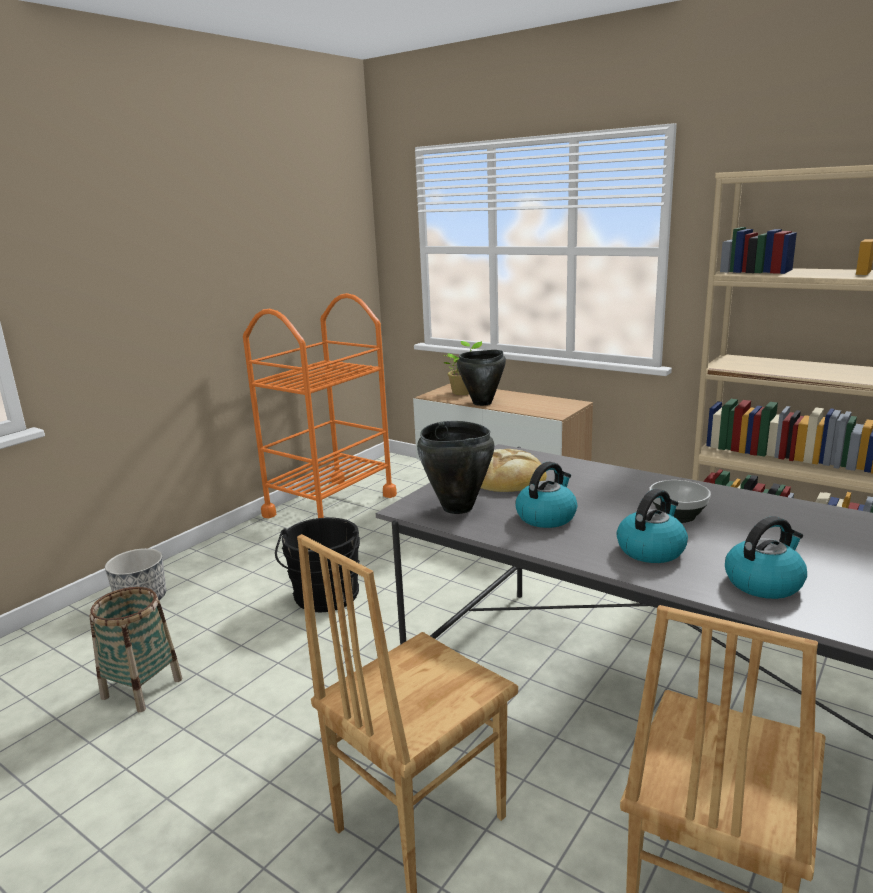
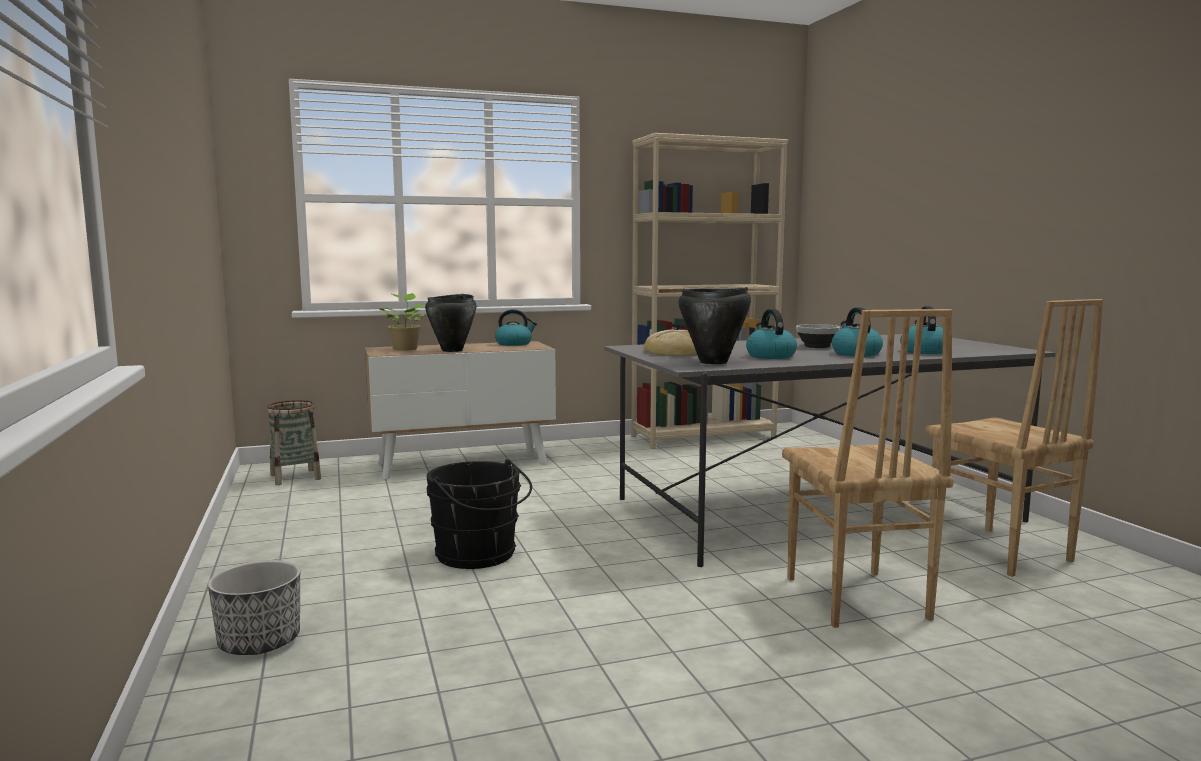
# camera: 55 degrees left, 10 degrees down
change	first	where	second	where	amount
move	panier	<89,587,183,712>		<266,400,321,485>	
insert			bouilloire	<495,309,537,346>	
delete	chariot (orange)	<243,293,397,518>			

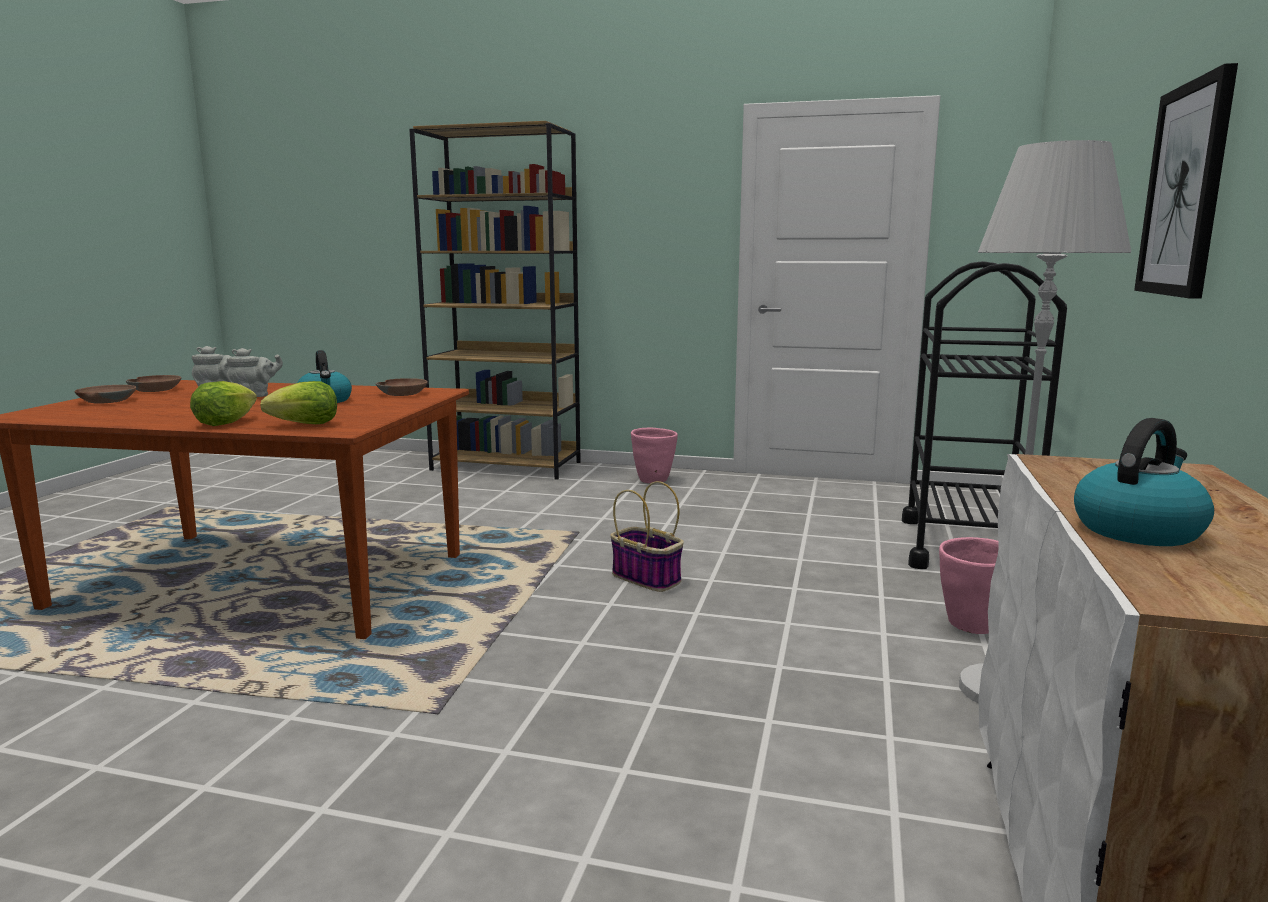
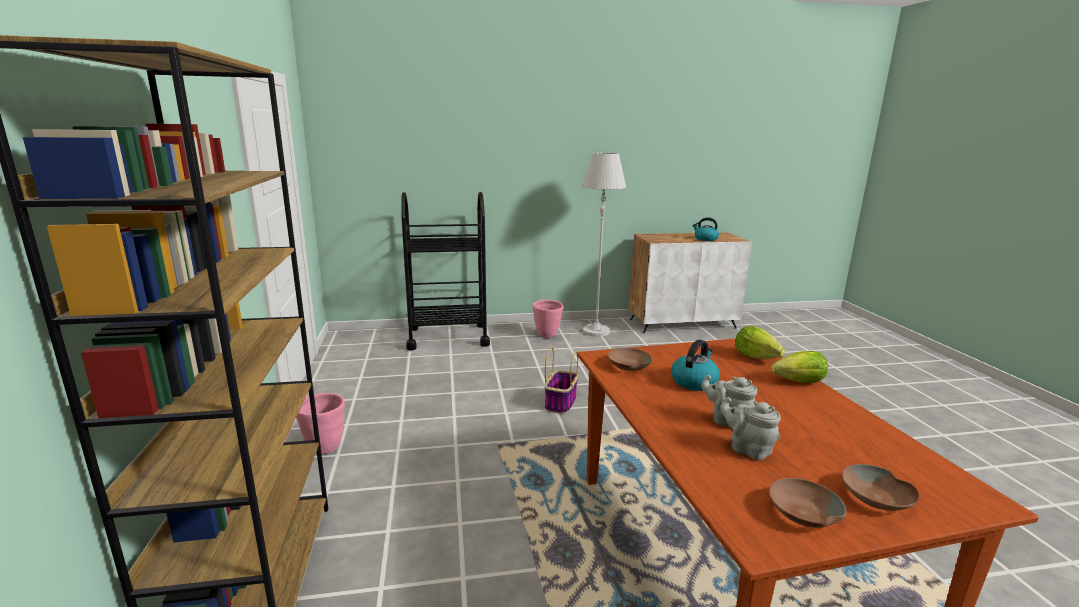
# camera: 115 degrees left, 5 degrees up
change	first	where	second	where	amount
delete	tableau	<1134,63,1238,299>			

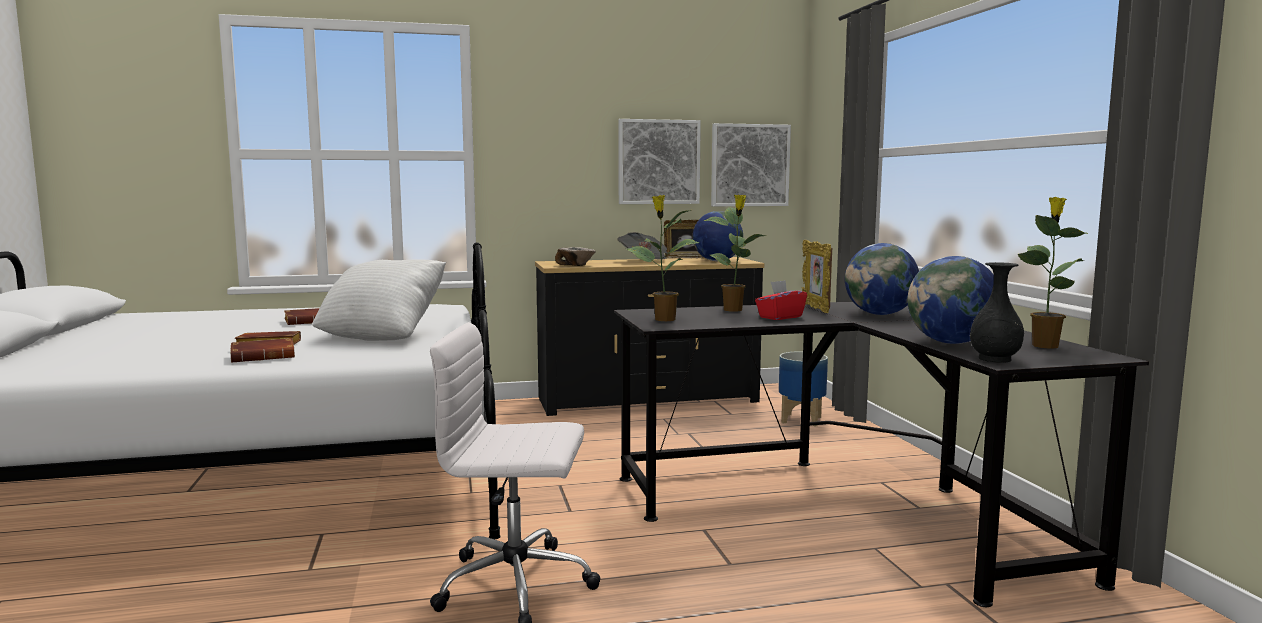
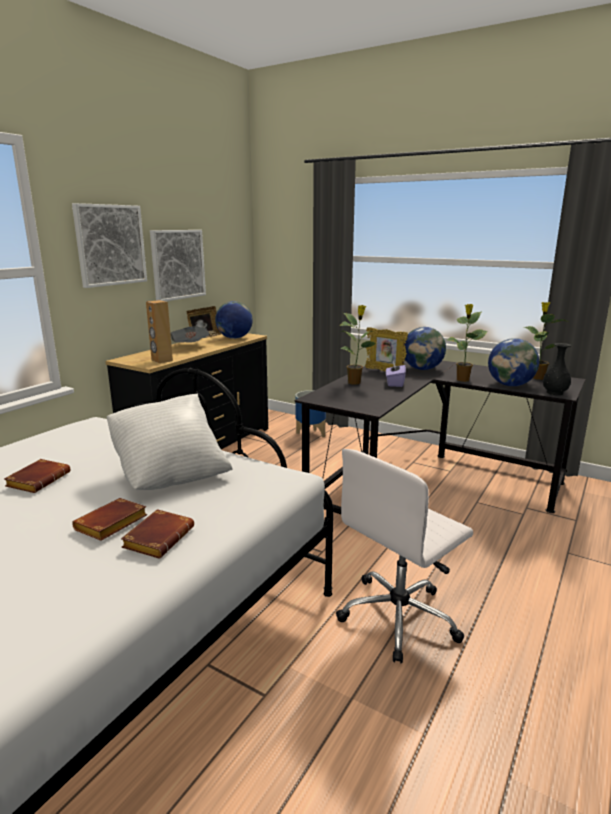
# camera: 45 degrees left, 10 degrees up
change	first	where	second	where	amount
move	tableau	<711,123,791,206>		<72,203,147,288>	
replace	bol	<555,247,596,266>	enceinte (marron)	<146,300,173,363>	
recolor	boîte à mouchoirs (rouge)	<755,280,807,320>	boîte à mouchoirs (violet)	<386,359,406,387>	
move	plante en pot	<626,195,700,321>		<447,304,487,382>	

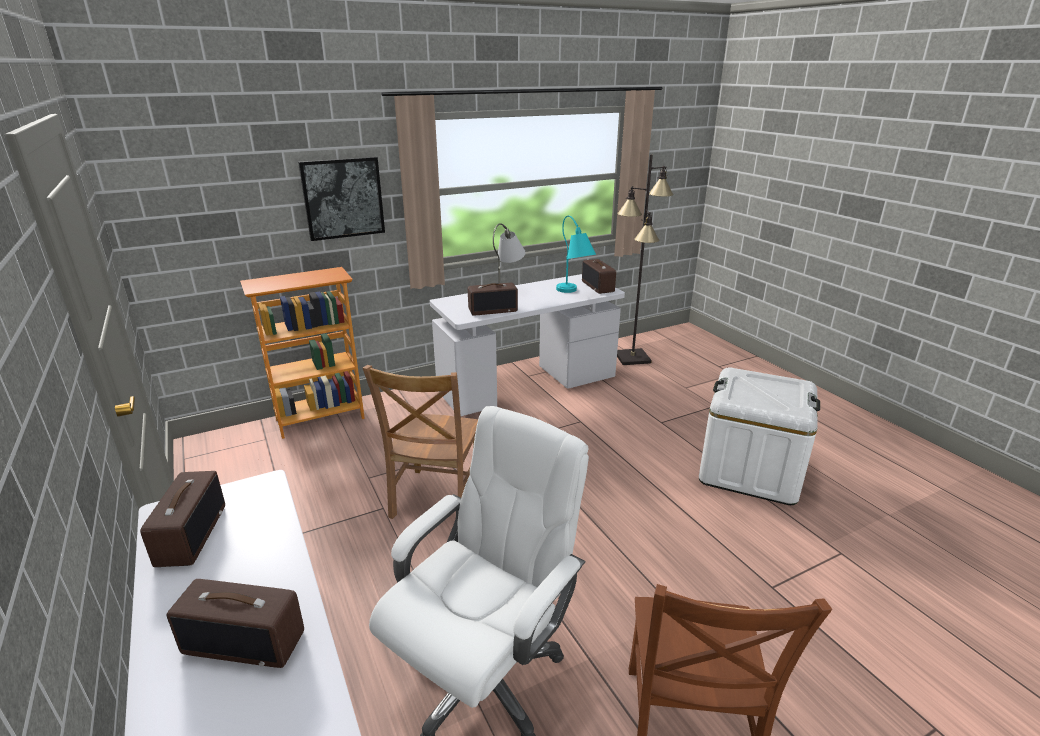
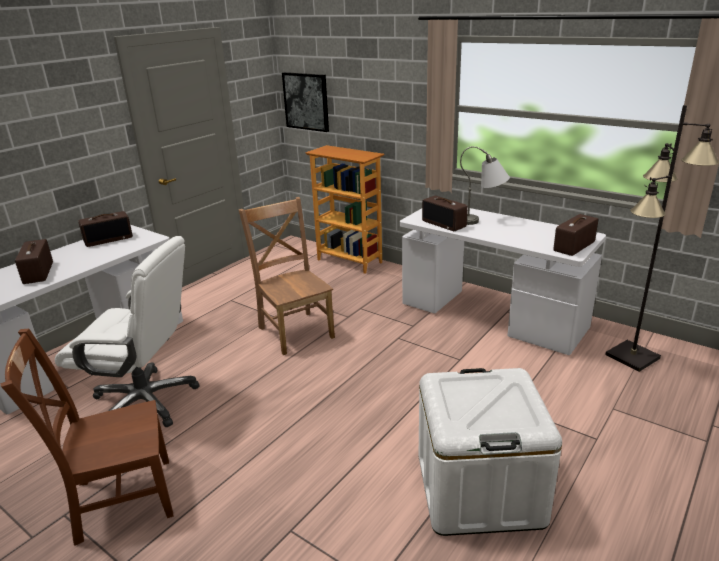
# camera: 65 degrees right, 0 degrees up
change	first	where	second	where	amount
rotate	chaise (marron)	<363,365,478,519>		<239,197,335,355>	75 degrees clockwise
move	tableau	<298,157,385,241>		<282,72,329,132>	
delete	lampe de table (turquoise)	<556,215,596,293>			

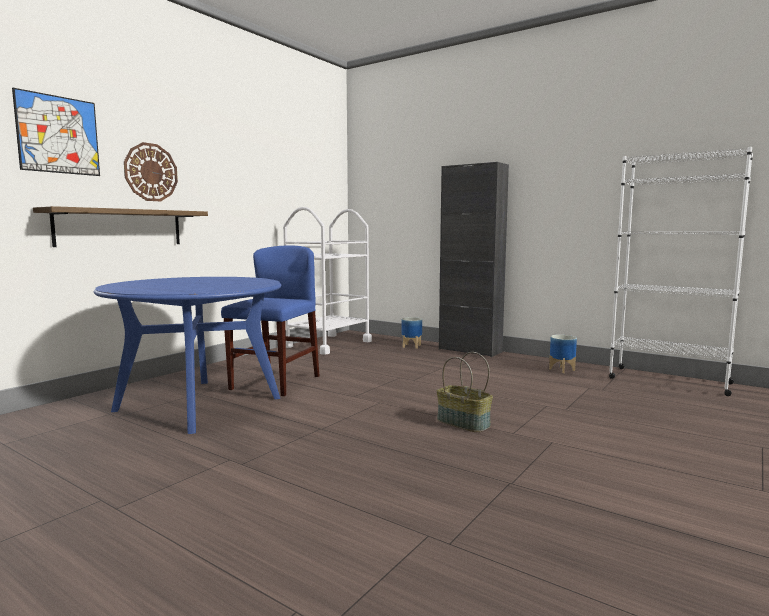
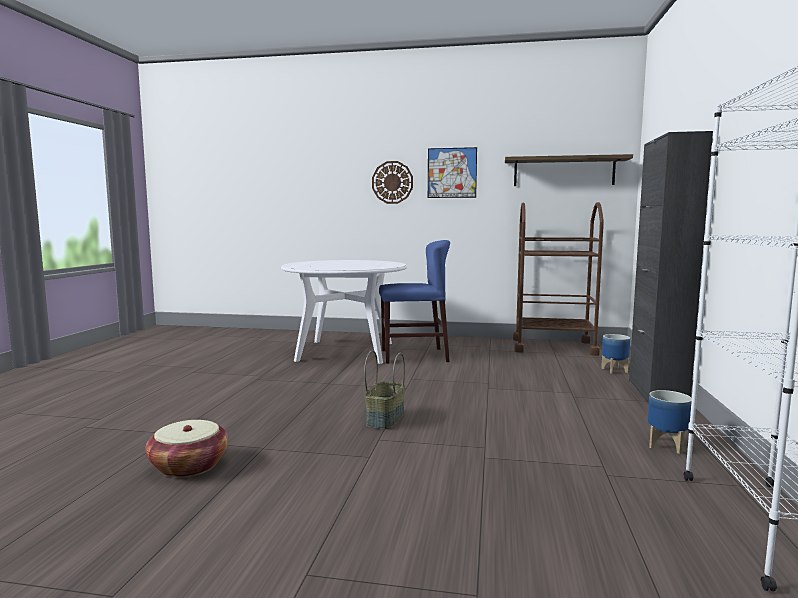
# camera: 65 degrees right, 0 degrees up
change	first	where	second	where	amount
insert			panier	<145,420,229,478>	
recolor	table à manger (bleu)	<94,277,281,434>	table à manger (blanc)	<281,260,407,364>	
move	tableau	<12,88,100,176>		<428,147,477,198>	
move	étagère	<33,206,208,247>		<505,154,633,186>	
recolor	chariot (blanc)	<283,207,372,355>	chariot (marron)	<513,202,604,356>	

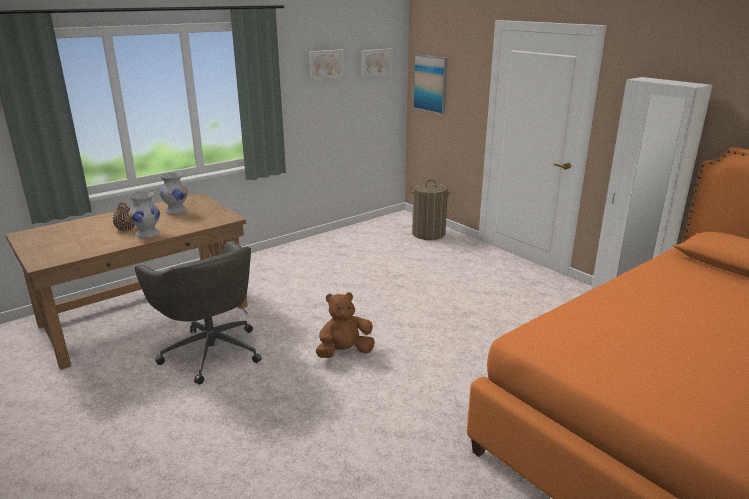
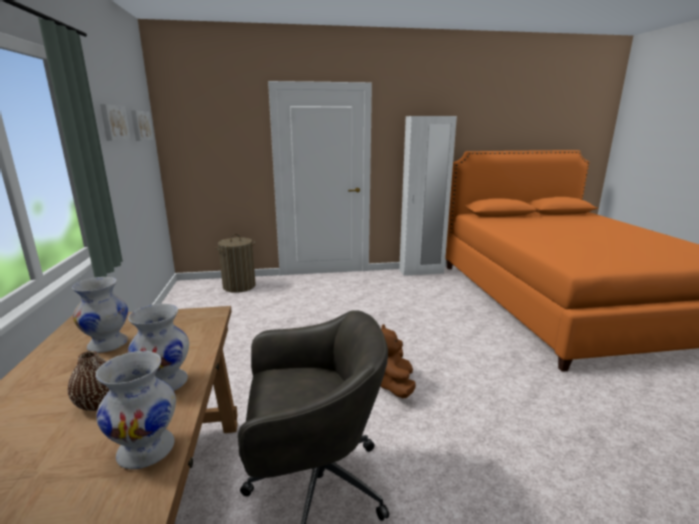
# camera: 60 degrees left, 5 degrees down
change	first	where	second	where	amount
insert			vase (blanc)	<96,351,176,469>	
delete	tableau	<413,54,448,115>			

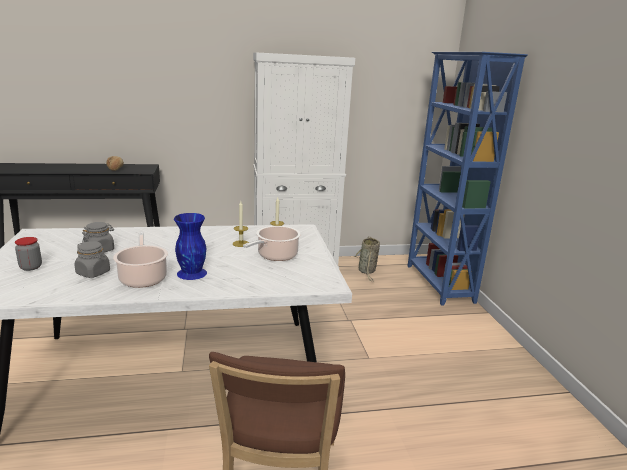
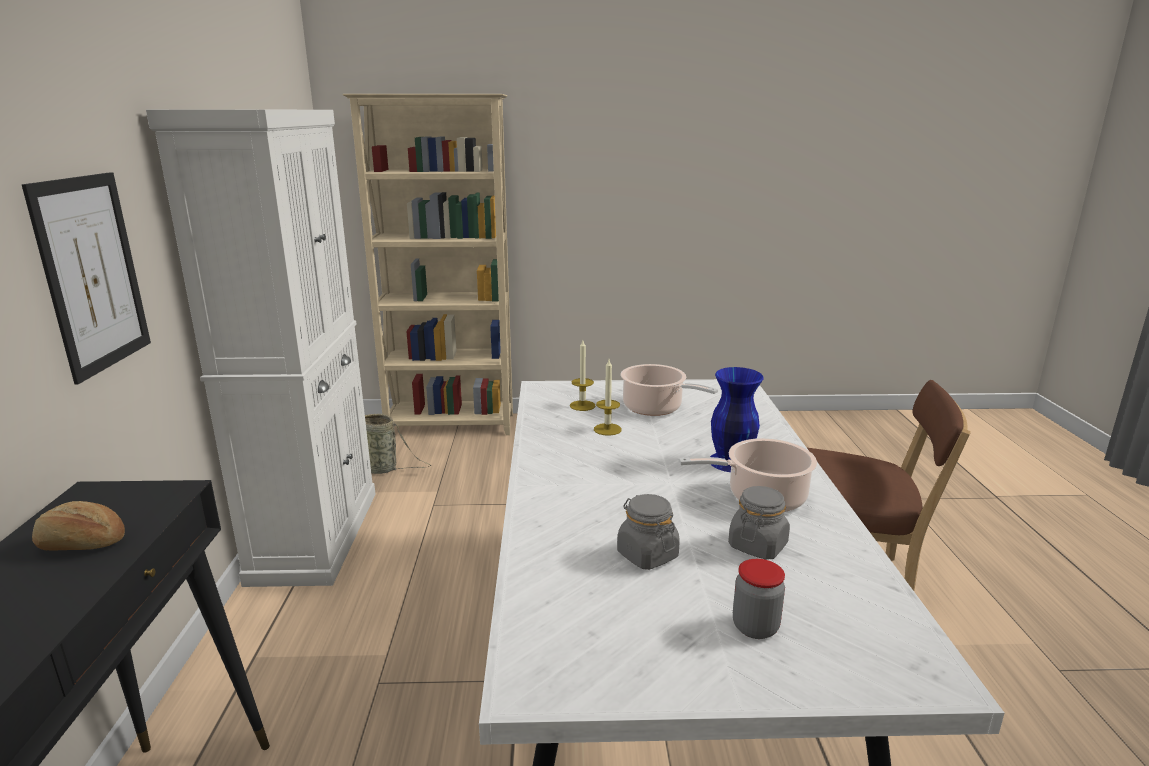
# camera: 80 degrees left, 0 degrees up
change	first	where	second	where	amount
insert			tableau	<22,172,151,384>	
recolor	bibliothèque (bleu)	<407,52,528,306>	bibliothèque (beige)	<343,94,513,435>	

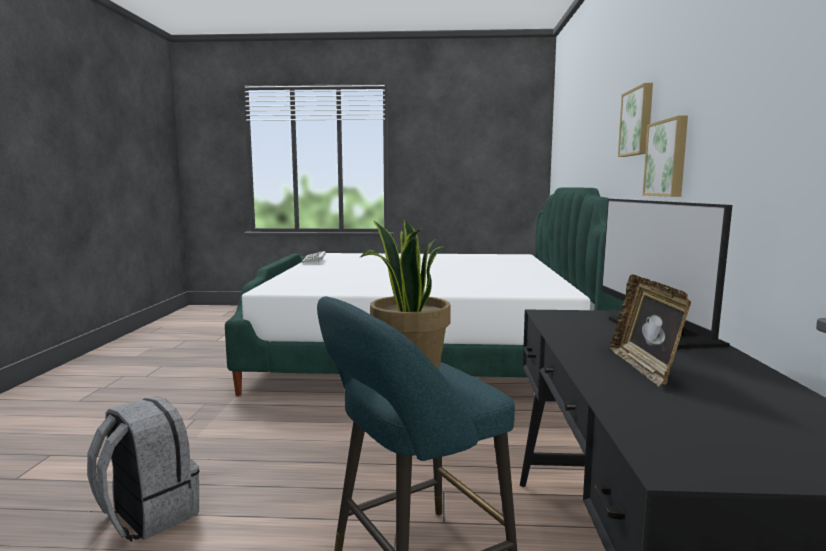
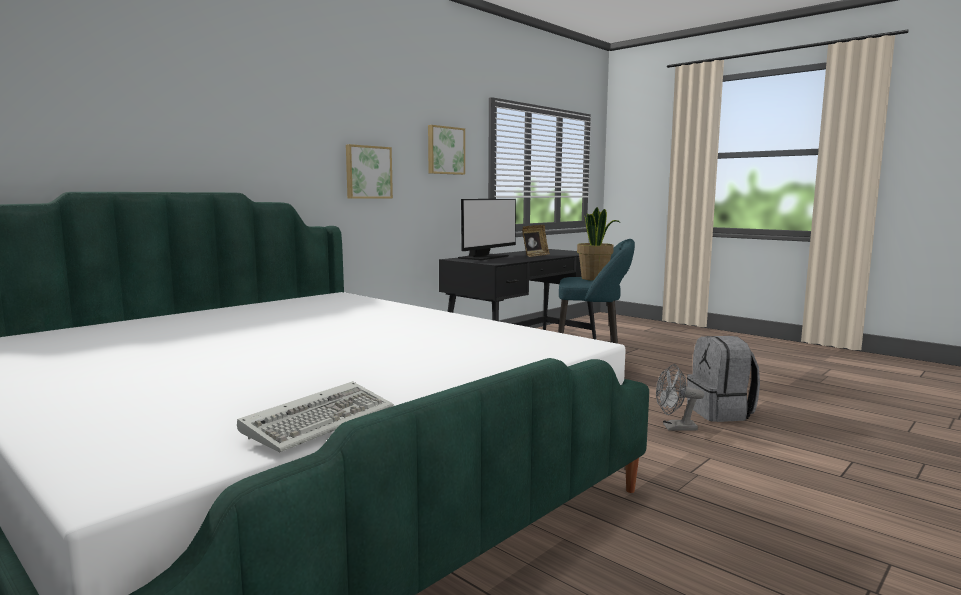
# camera: 140 degrees left, 0 degrees up
change	first	where	second	where	amount
move	tableau	<618,83,653,157>		<428,125,465,175>	
insert			ventilateur (gris)	<656,364,704,431>	

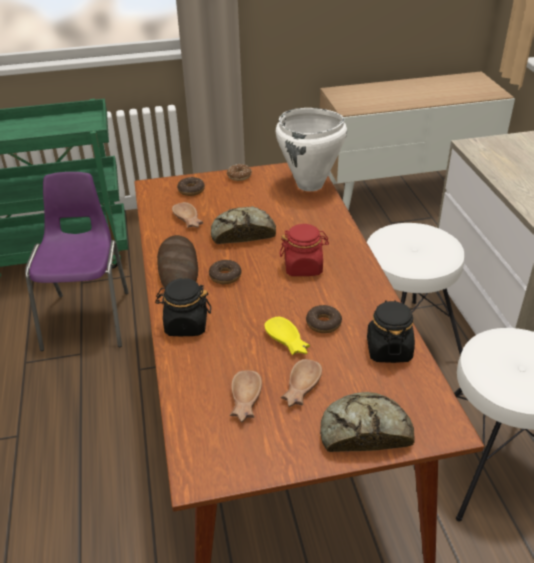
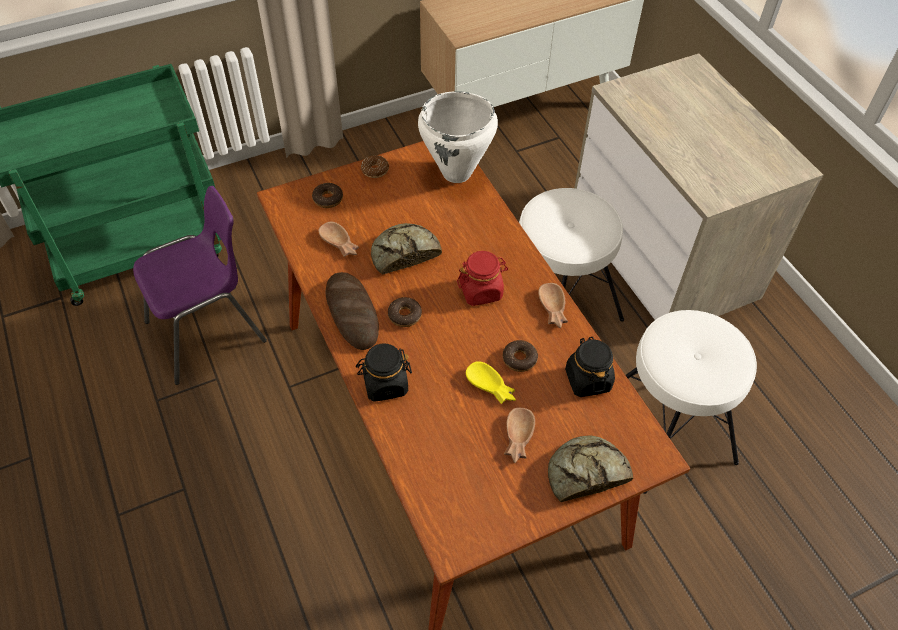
# camera: 15 degrees left, 15 degrees up
change	first	where	second	where	amount
rotate	chaise (violet)	<25,172,129,351>		<133,186,267,385>	75 degrees clockwise
move	bol (marron)	<230,370,262,423>		<538,283,568,328>	

